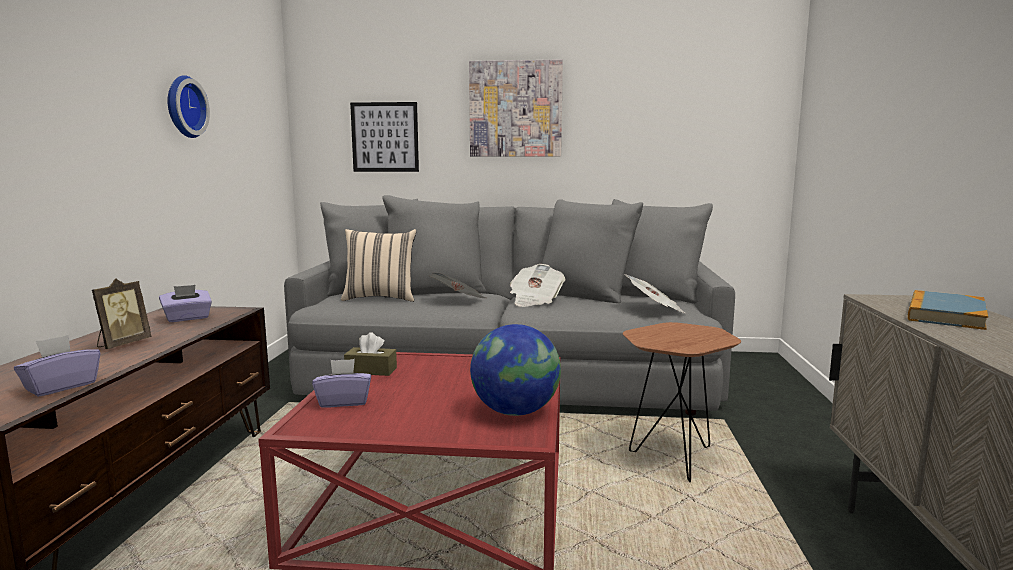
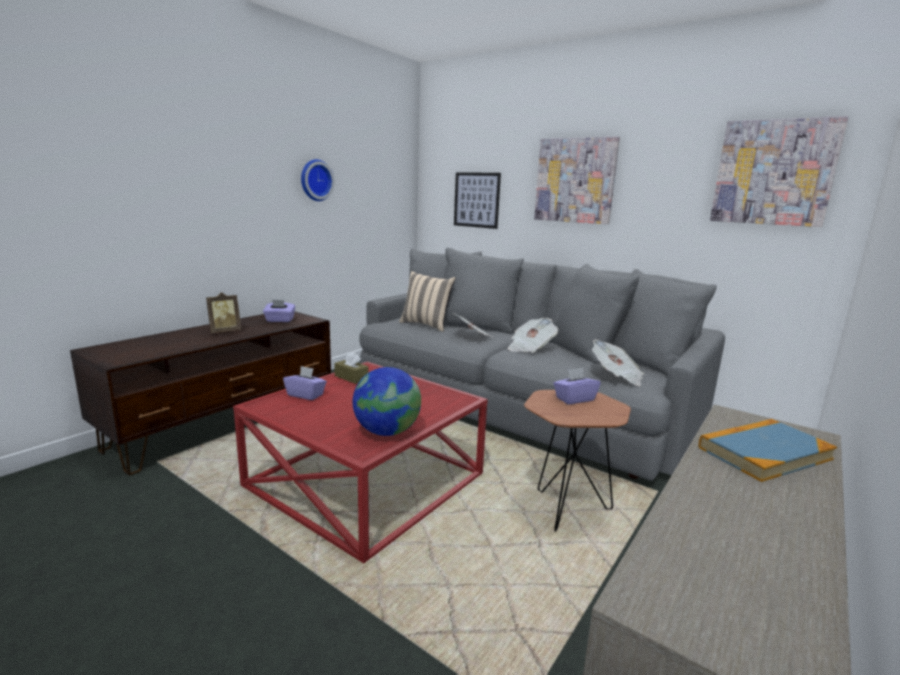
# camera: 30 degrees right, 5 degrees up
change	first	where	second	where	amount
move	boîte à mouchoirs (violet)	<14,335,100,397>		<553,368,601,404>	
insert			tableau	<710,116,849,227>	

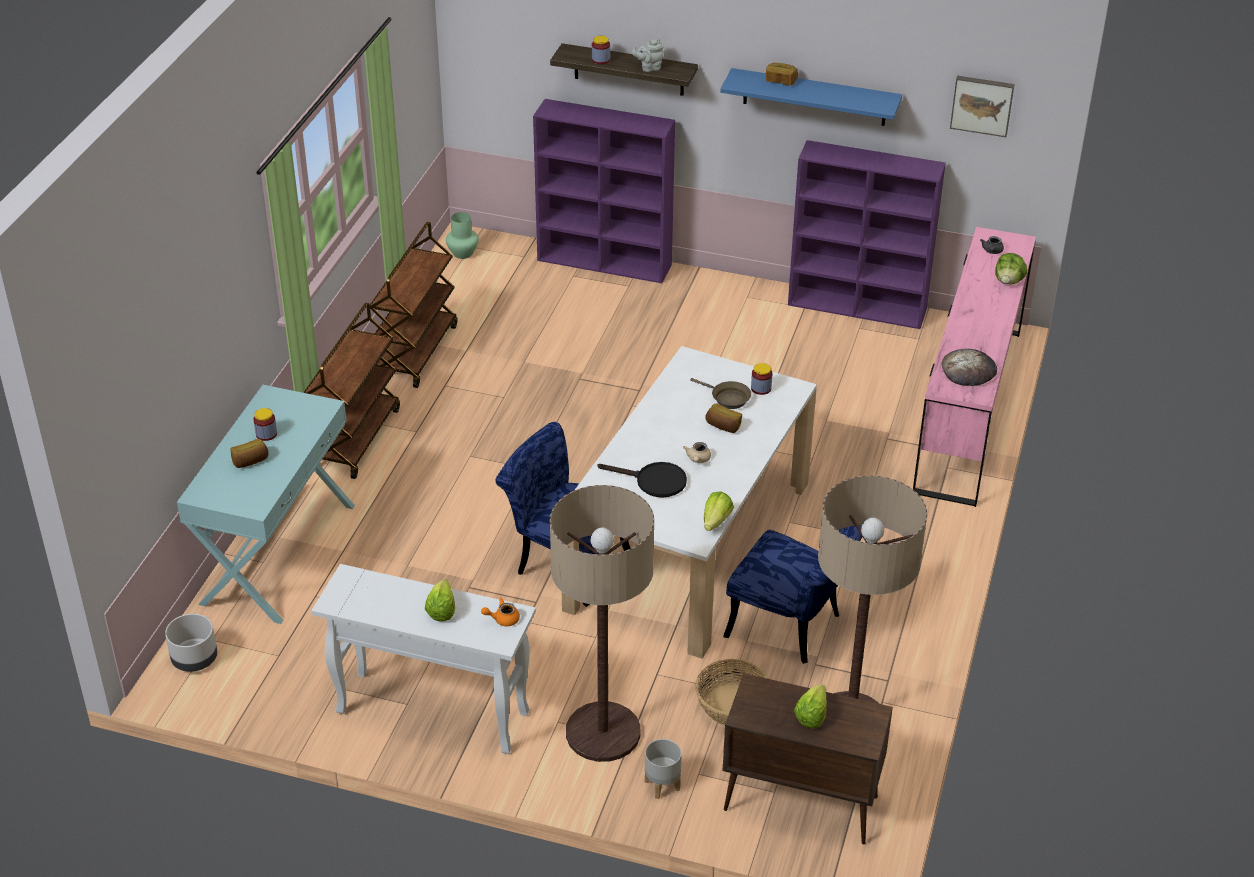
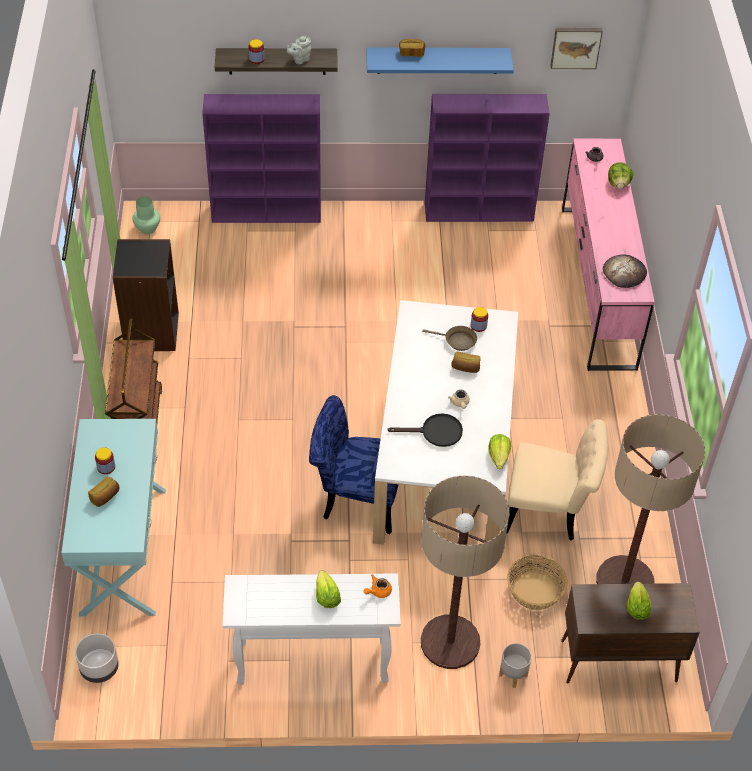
# camera: 20 degrees left, 10 degrees up
change	first	where	second	where	amount
replace	chariot (marron)	<370,222,457,388>	bibliothèque (noir)	<112,239,179,351>	
recolor	chaise (bleu)	<723,525,862,664>	chaise (beige)	<507,419,608,540>	

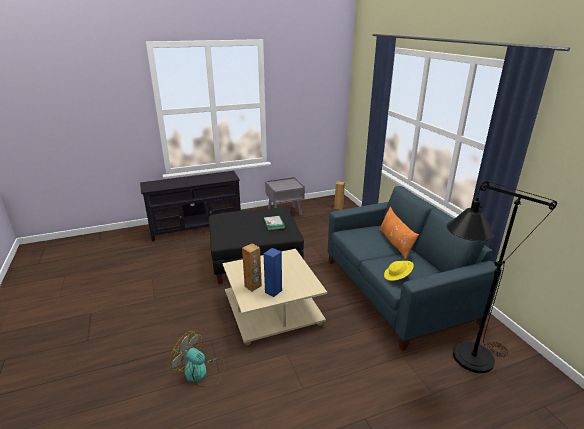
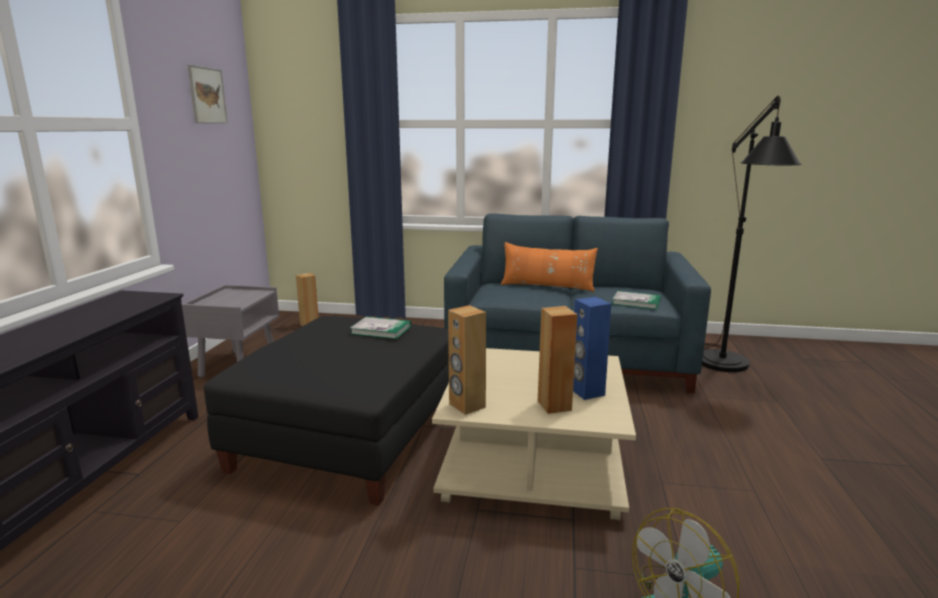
# camera: 60 degrees left, 10 degrees down
change	first	where	second	where	amount
insert			tableau	<187,65,228,124>	
insert			enceinte (marron)	<448,305,486,415>	
replace	chapeau (jaune)	<384,261,414,281>	livre	<612,291,661,309>	

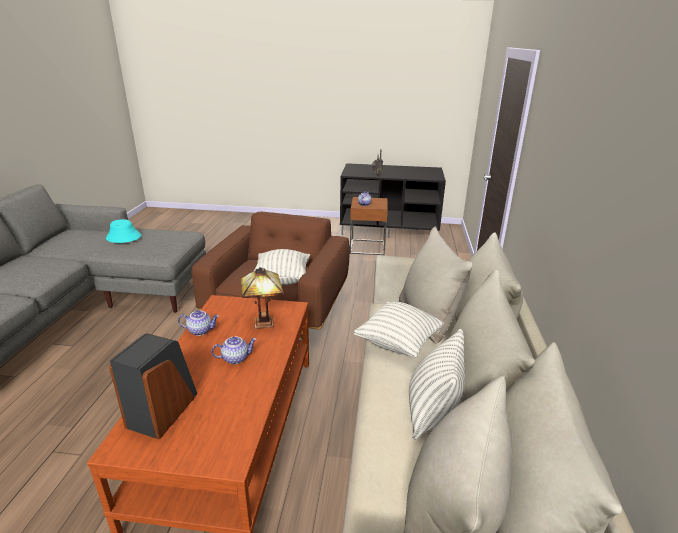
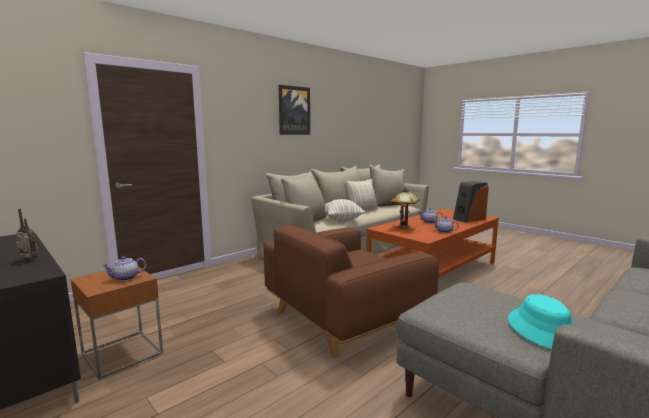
# camera: 140 degrees left, 15 degrees down
change	first	where	second	where	amount
insert			tableau	<279,85,310,135>	
delete	coussin	<253,249,310,285>			

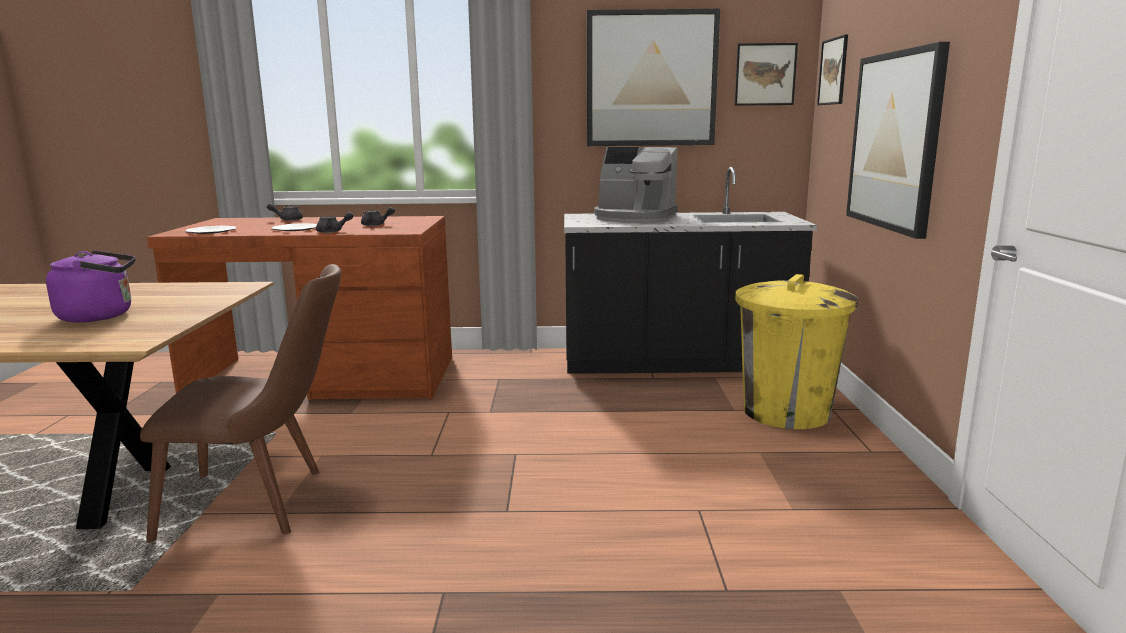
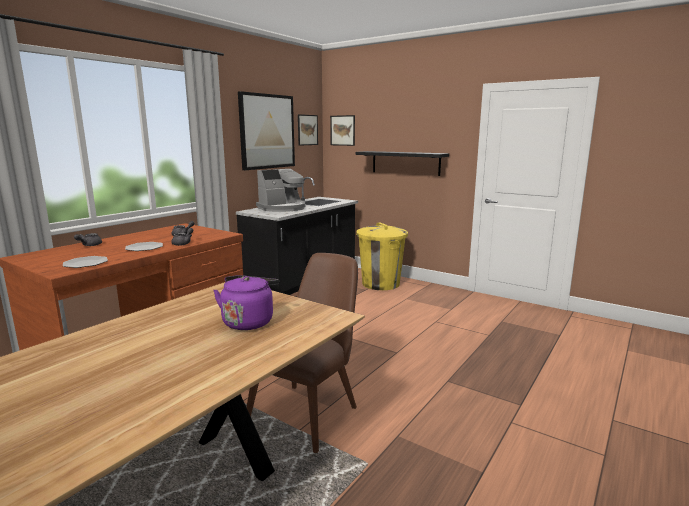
# camera: 55 degrees left, 0 degrees up
change	first	where	second	where	amount
replace	tableau	<846,42,950,239>	étagère (noir)	<356,151,449,176>	

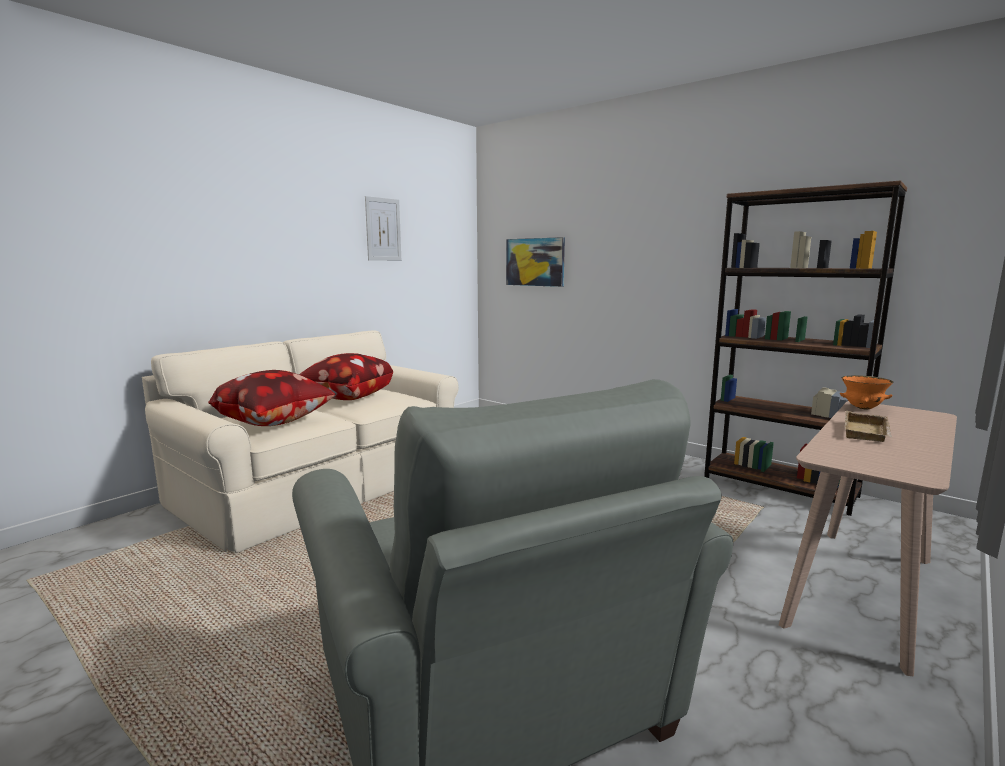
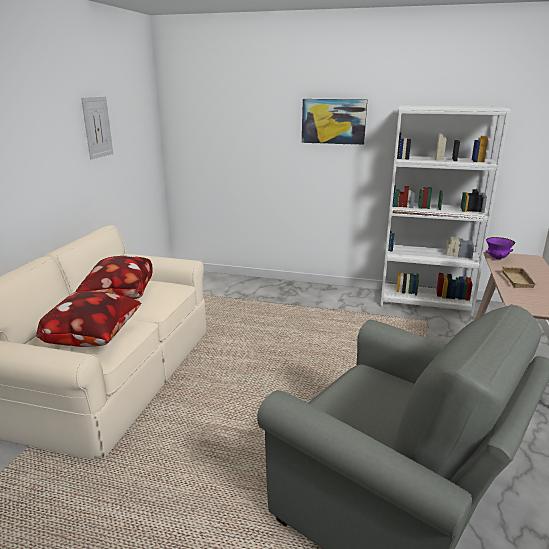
# camera: 25 degrees left, 10 degrees up
change	first	where	second	where	amount
move	tableau	<506,237,565,287>		<302,99,367,145>	
recolor	bibliothèque (marron)	<704,181,907,516>	bibliothèque (blanc)	<380,105,511,316>	
recolor	bol (orange)	<840,375,893,410>	bol (violet)	<486,237,515,259>	

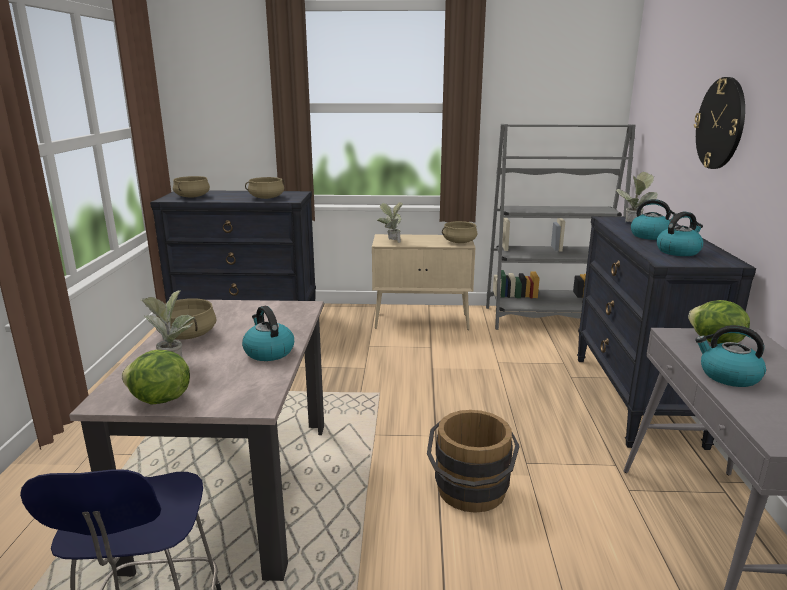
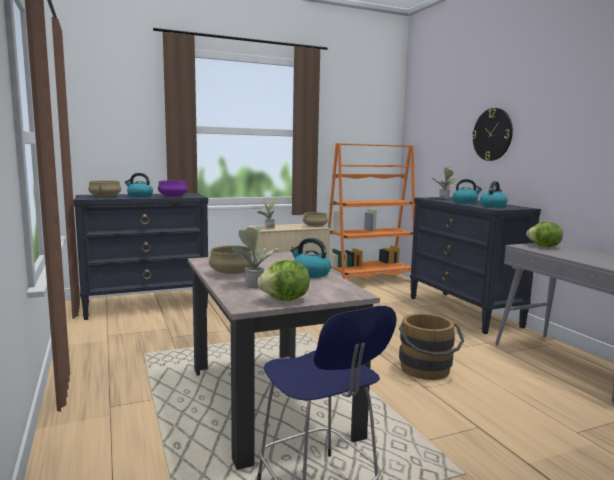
# camera: 25 degrees left, 10 degrees down
change	first	where	second	where	amount
move	bouilloire	<695,325,766,387>		<125,173,153,197>	
recolor	marmite (beige)	<245,177,285,199>	marmite (violet)	<158,180,188,196>	
recolor	bibliothèque (gris)	<486,124,635,330>	bibliothèque (orange)	<328,143,415,279>	

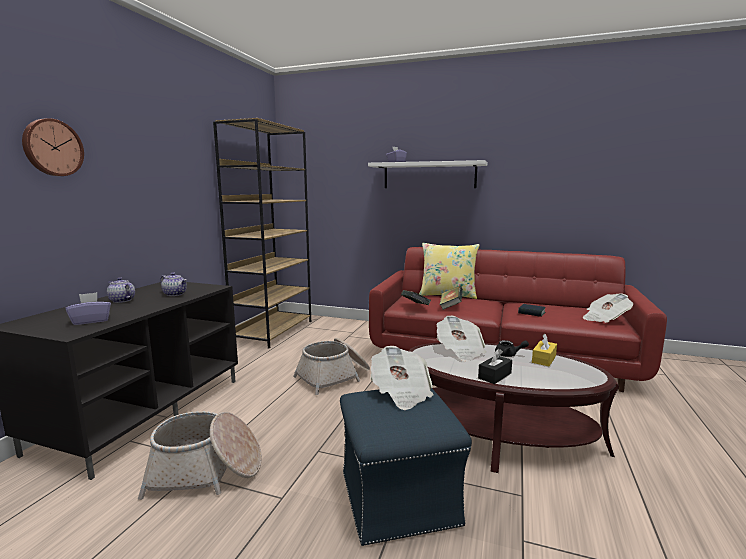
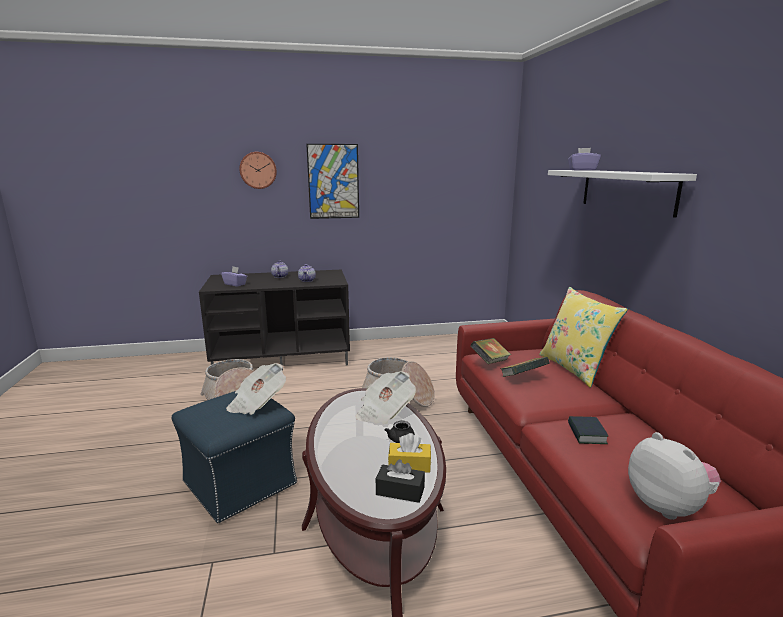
# camera: 60 degrees right, 5 degrees up
change	first	where	second	where	amount
insert			tableau	<306,144,359,219>	
move	boîte à mouchoirs (noir)	<478,349,512,384>		<376,459,425,503>	
replace	journal	<582,293,633,323>	peluche	<628,432,721,520>	
delete	bibliothèque (marron)	<213,118,311,349>			

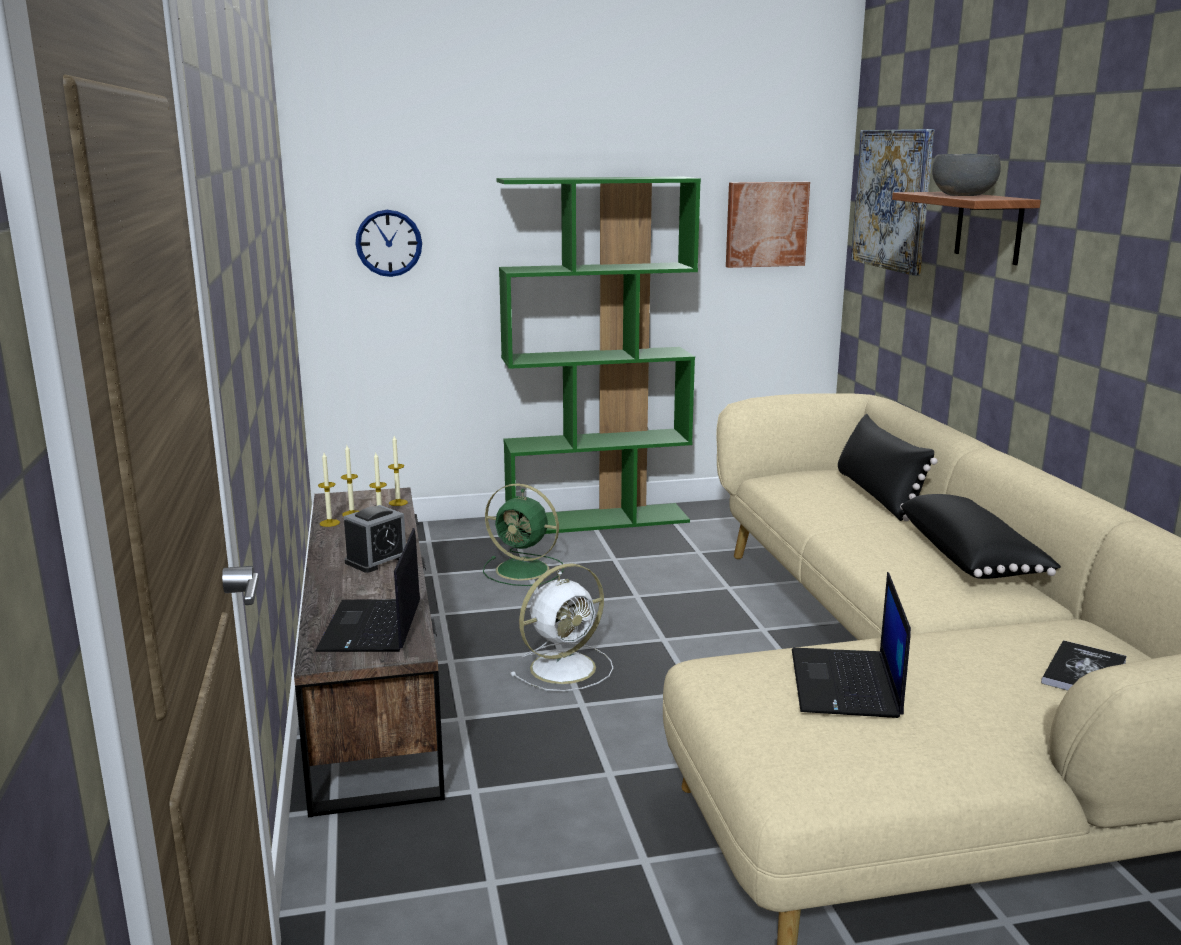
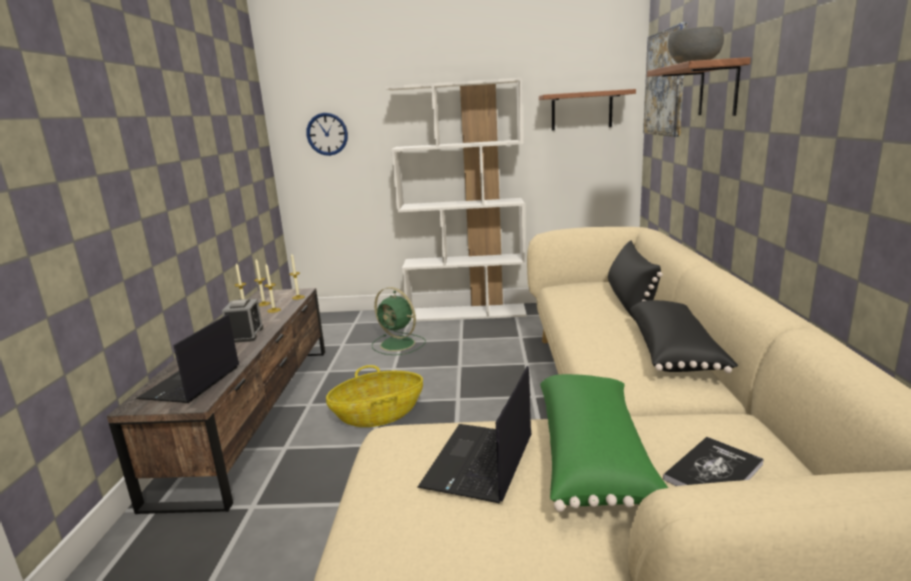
# camera: 15 degrees right, 0 degrees up
change	first	where	second	where	amount
rotate	réveil	<344,505,406,573>		<222,299,263,343>	60 degrees counterclockwise
replace	ventilateur (blanc)	<510,563,614,692>	panier	<326,365,423,427>	
recolor	bibliothèque (vert)	<497,177,701,534>	bibliothèque (blanc)	<385,78,527,322>	
replace	tableau	<726,182,810,268>	étagère	<539,89,636,131>	
insert			coussin (vert)	<540,374,668,512>	

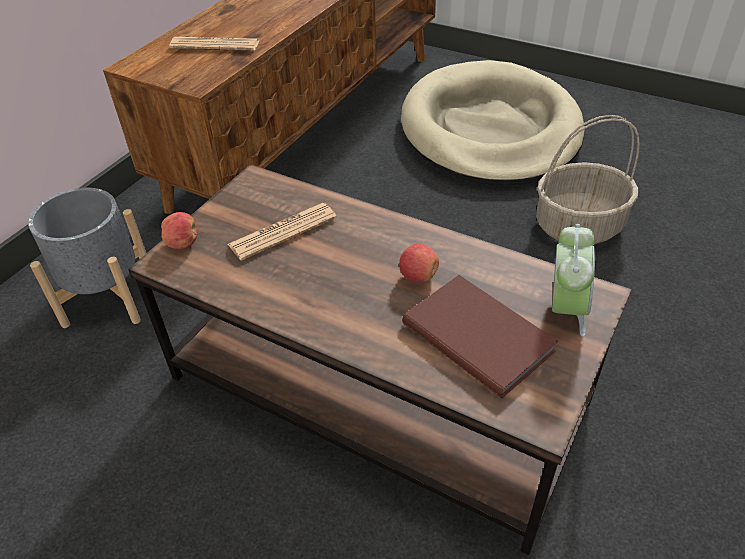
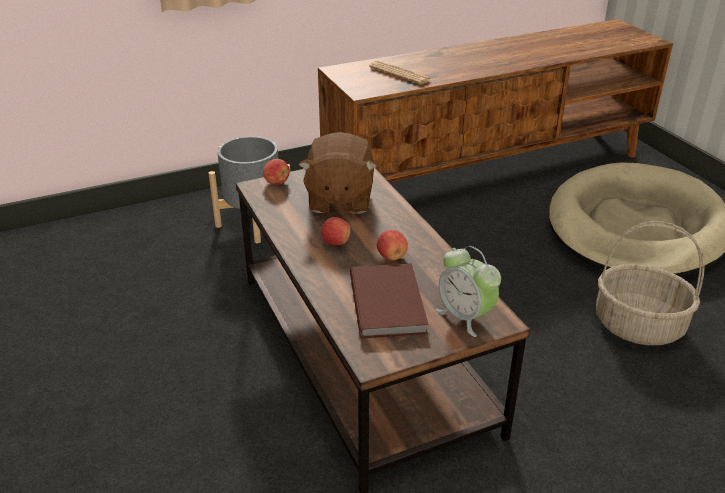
# camera: 35 degrees right, 10 degrees down
change	first	where	second	where	amount
replace	journal	<228,203,337,261>	peluche (marron)	<299,132,377,214>	
insert			pomme	<321,217,350,245>	
rotate	réveil	<552,224,595,337>		<436,246,501,337>	90 degrees clockwise

